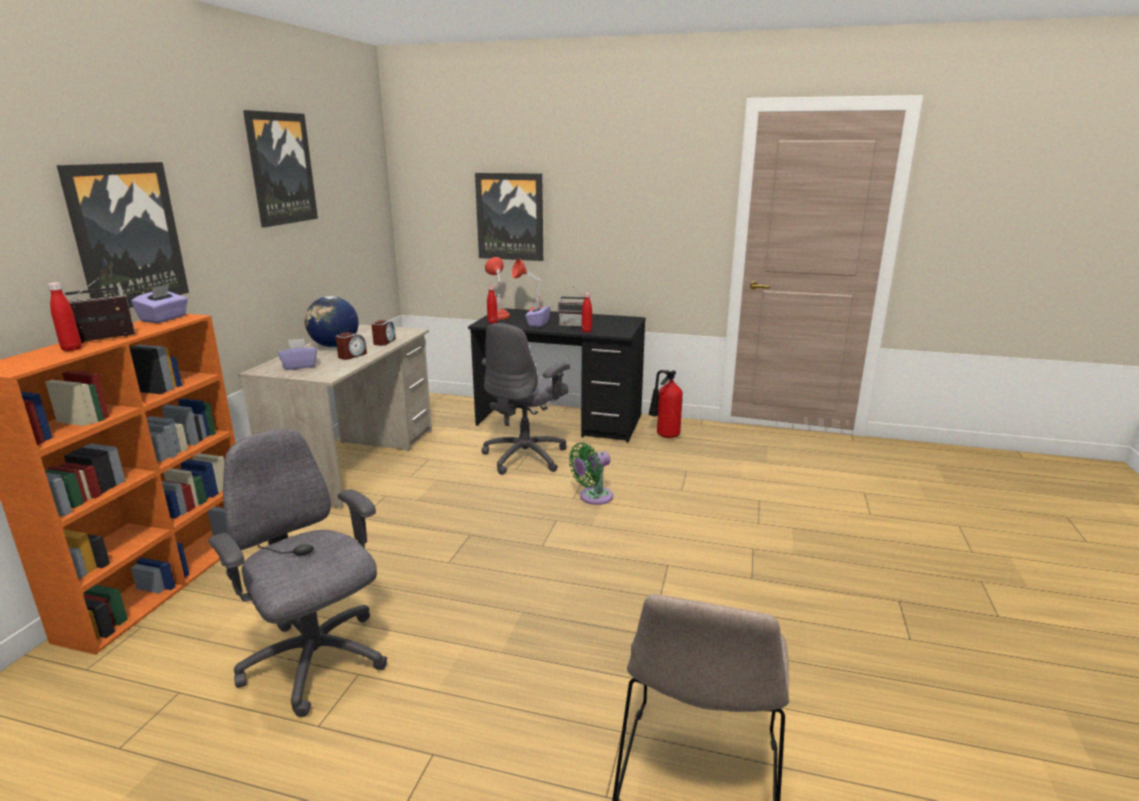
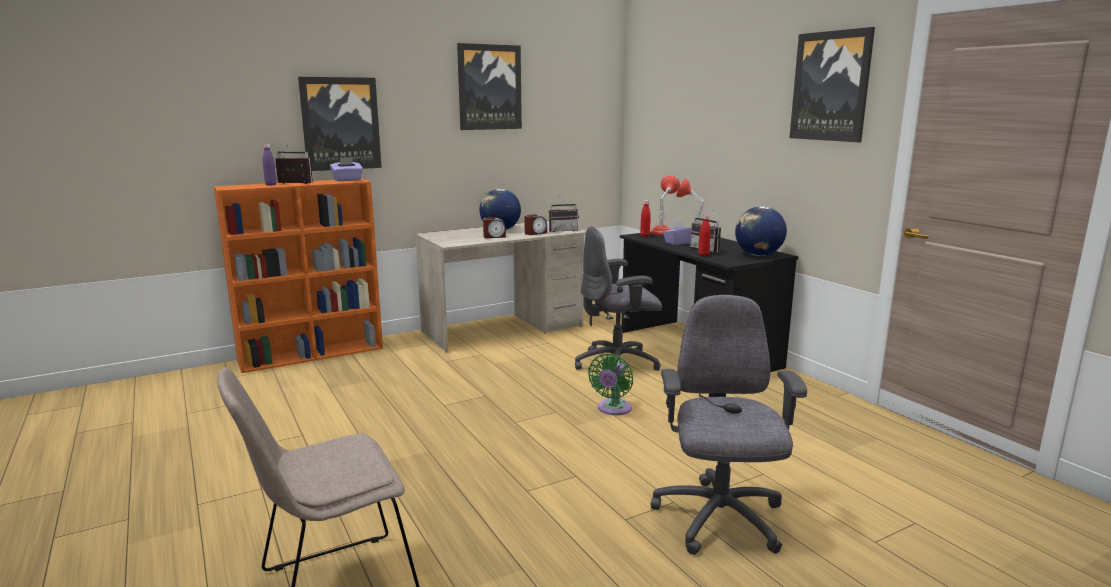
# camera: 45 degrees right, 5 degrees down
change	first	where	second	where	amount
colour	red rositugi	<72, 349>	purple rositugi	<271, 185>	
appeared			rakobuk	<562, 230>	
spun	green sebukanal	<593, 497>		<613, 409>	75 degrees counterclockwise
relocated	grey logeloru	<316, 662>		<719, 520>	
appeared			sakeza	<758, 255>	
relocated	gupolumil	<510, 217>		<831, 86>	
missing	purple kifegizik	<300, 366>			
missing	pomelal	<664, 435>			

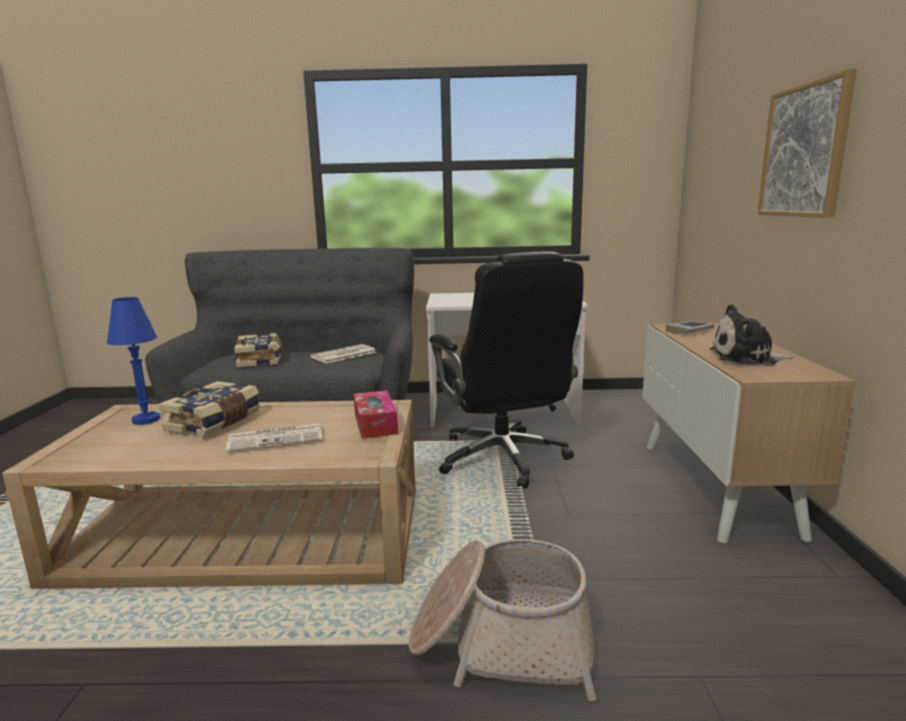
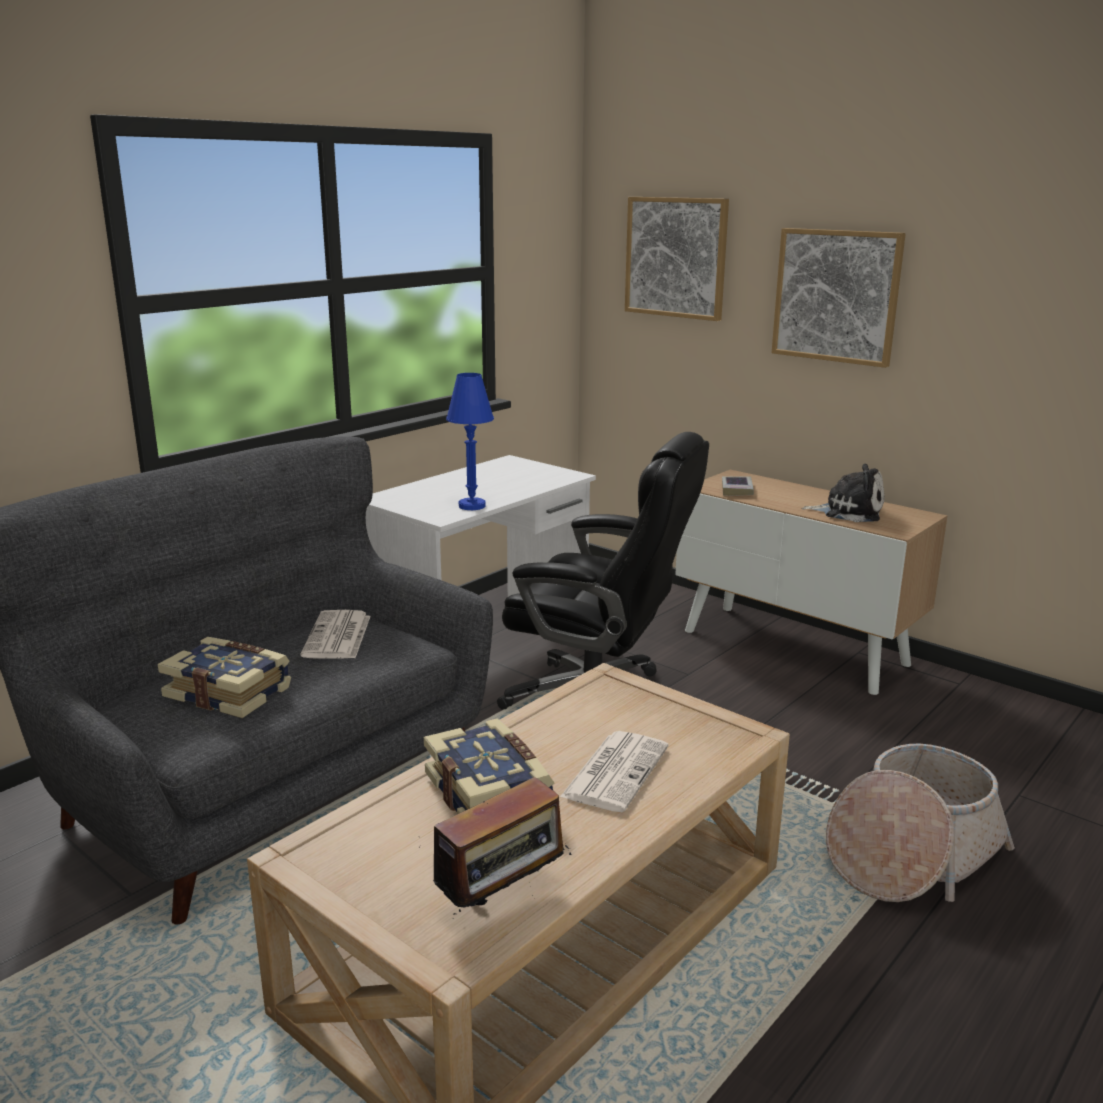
# camera: 50 degrees left, 5 degrees up
change	first	where	second	where	amount
appeared			rakobuk	<503, 900>	
relocated	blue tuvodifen	<146, 420>		<472, 506>	
appeared			gupolumil	<676, 257>	
spun	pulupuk	<746, 358>		<849, 512>	120 degrees counterclockwise
missing	kifegizik	<375, 423>			

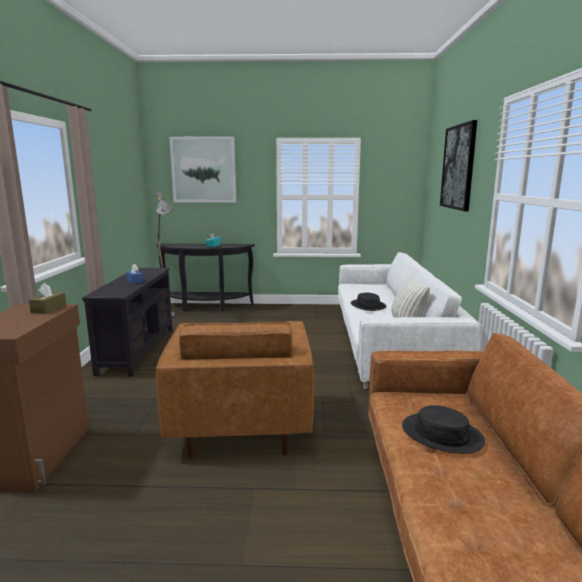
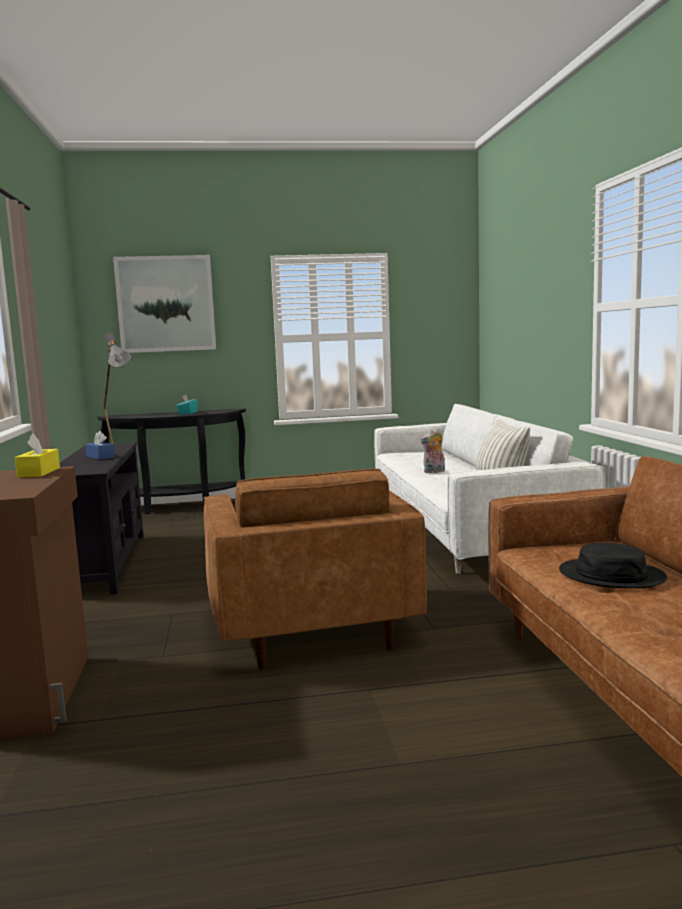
# camera: 10 degrees left, 5 degrees down
change	first	where	second	where	amount
colour	brown kifegizik	<49, 309>	yellow kifegizik	<39, 472>	
exchanged	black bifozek	<368, 305>	pulupuk	<434, 472>	
missing	gupolumil	<458, 167>			

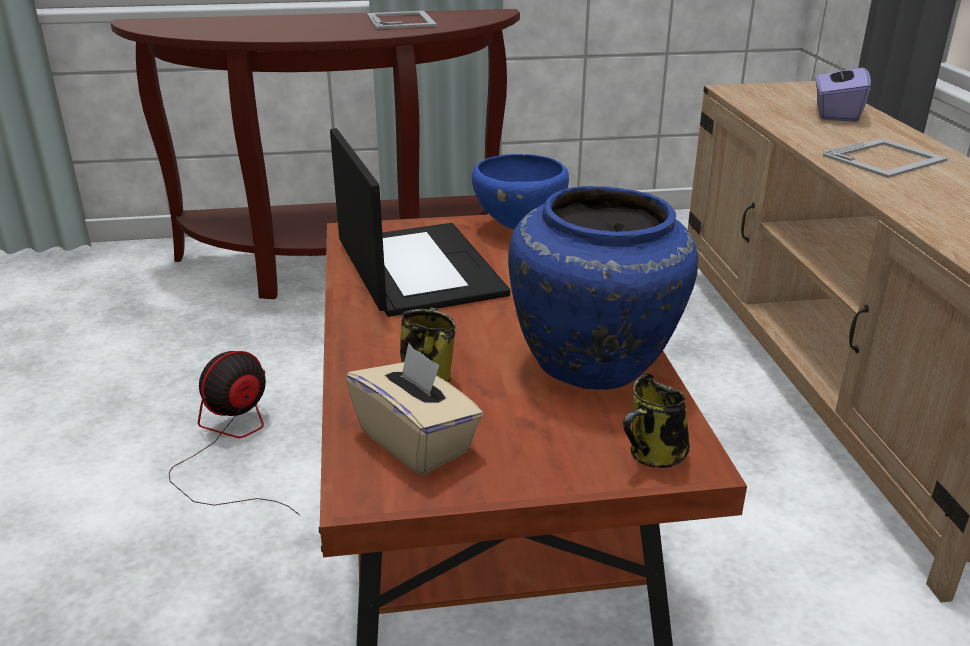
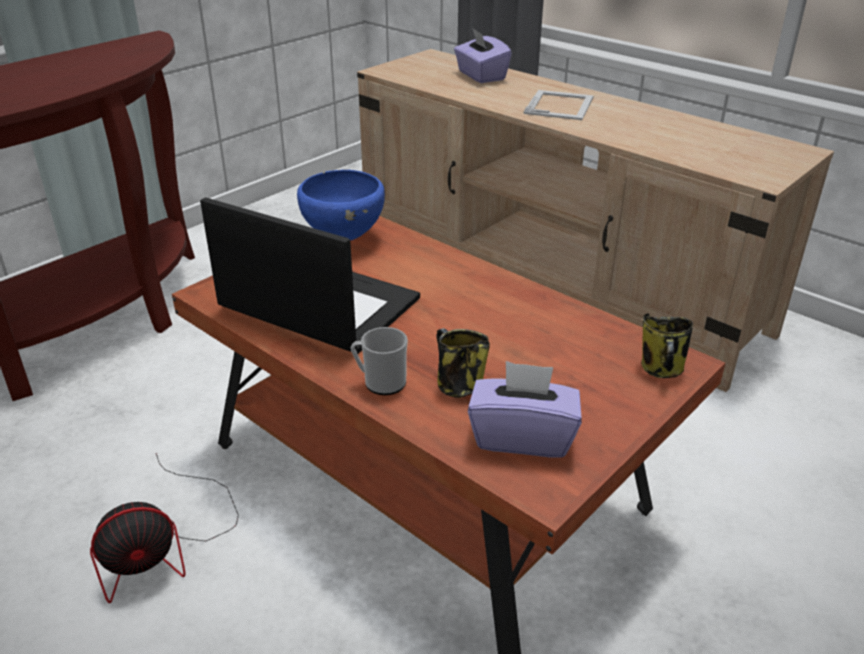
# camera: 40 degrees left, 5 degrees up
change	first	where	second	where	amount
spun	sebukanal	<232, 445>		<165, 545>	120 degrees counterclockwise
appeared			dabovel	<380, 382>	
colour	beige kifegizik	<416, 441>	purple kifegizik	<522, 436>	
missing	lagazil	<401, 20>			
missing	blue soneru	<595, 366>			

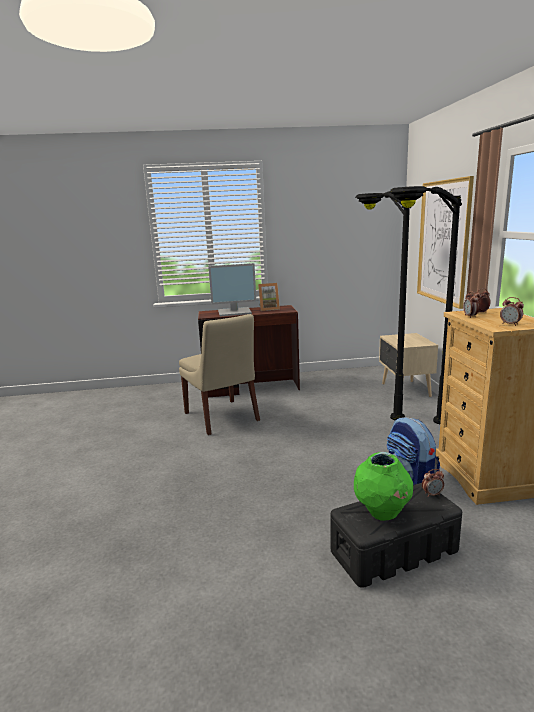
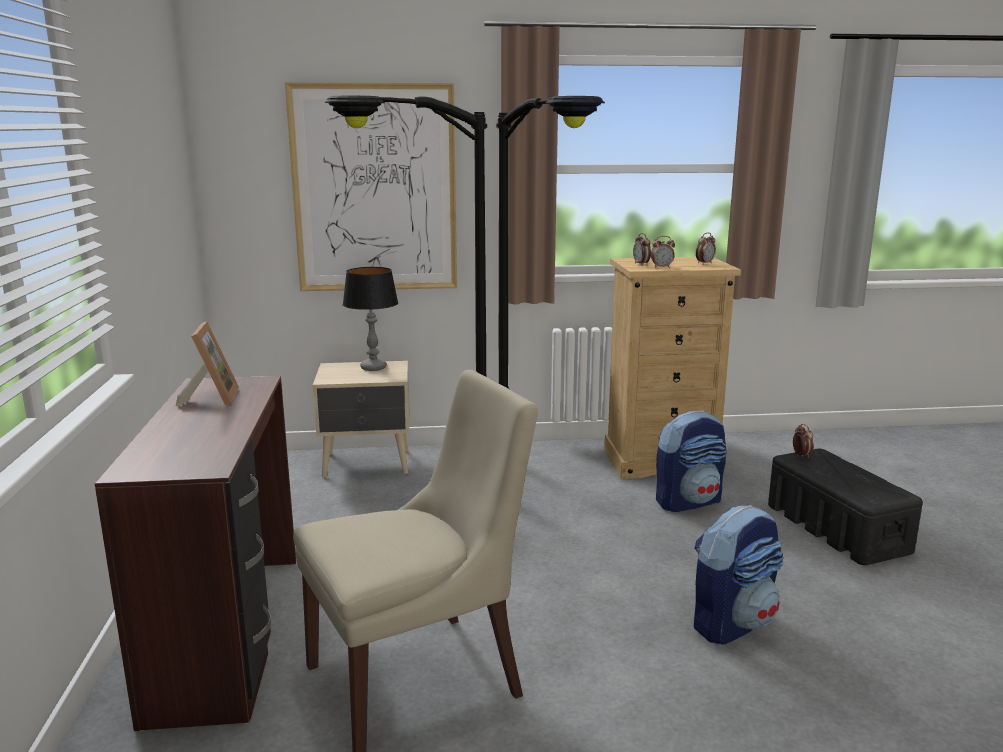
# camera: 90 degrees left, 0 degrees up
change	first	where	second	where	amount
appeared			tuvodifen	<373, 368>	
appeared			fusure	<732, 623>	
missing	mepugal	<235, 312>			
missing	green soneru	<382, 513>			

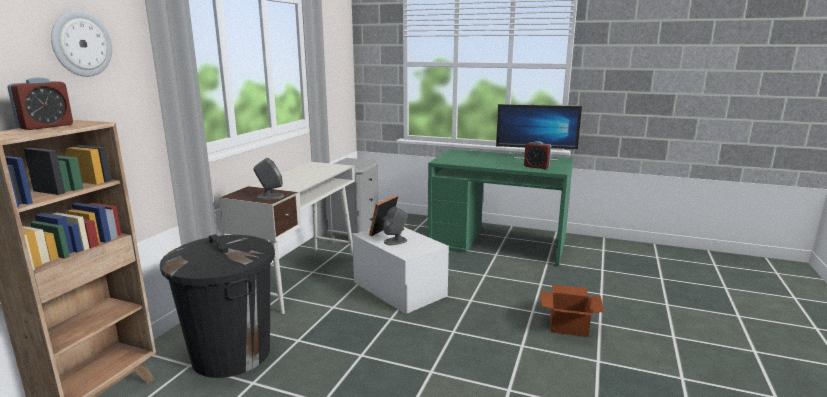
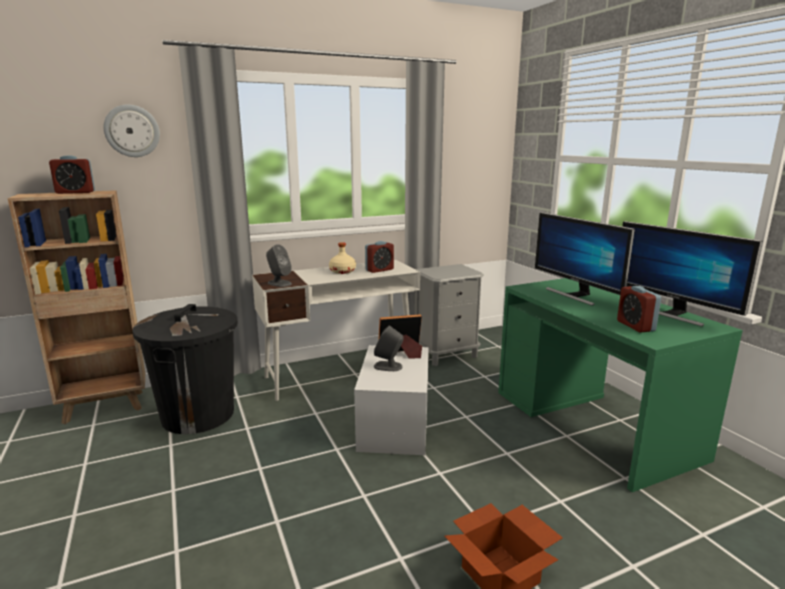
# camera: 45 degrees right, 0 degrees up
change	first	where	second	where	amount
appeared			beige rositugi	<343, 271>	
appeared			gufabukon	<379, 270>	
appeared			mepugal	<575, 295>	

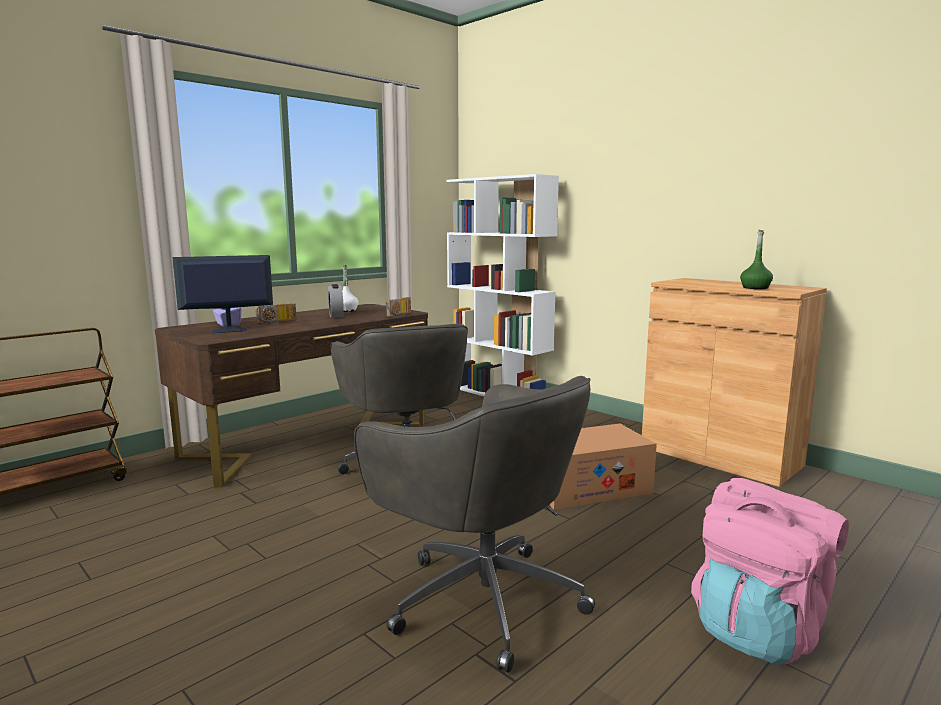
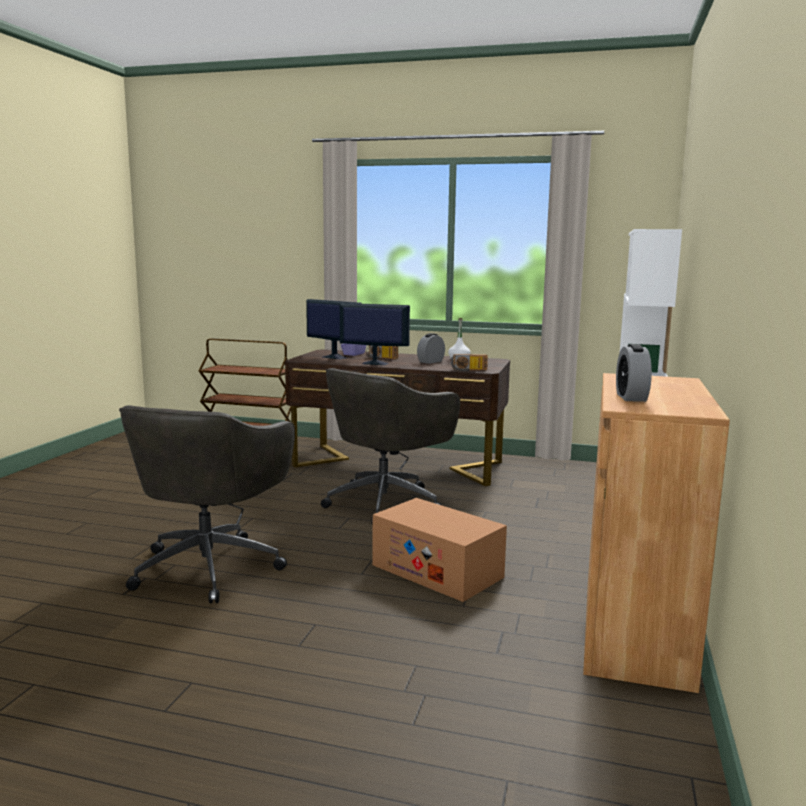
# camera: 60 degrees right, 0 degrees up
change	first	where	second	where	amount
appeared			mepugal	<374, 363>	
exchanged	green rositugi	<755, 288>	gufabukon	<631, 397>	
missing	pink fusure	<759, 629>			

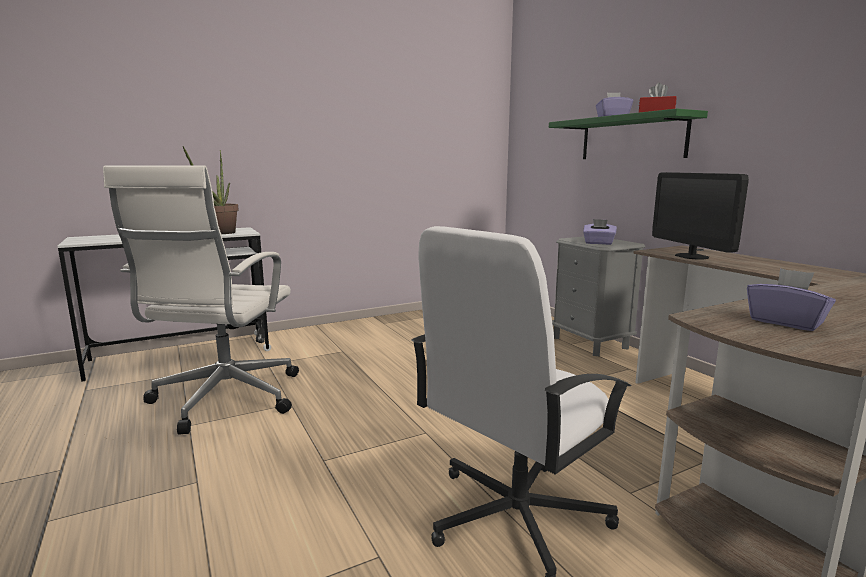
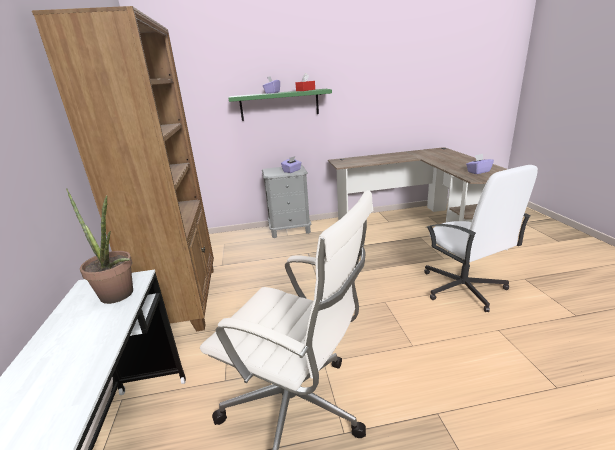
# camera: 70 degrees left, 10 degrees up
change	first	where	second	where	amount
appeared			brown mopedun	<184, 299>	
missing	mepugal	<691, 256>			

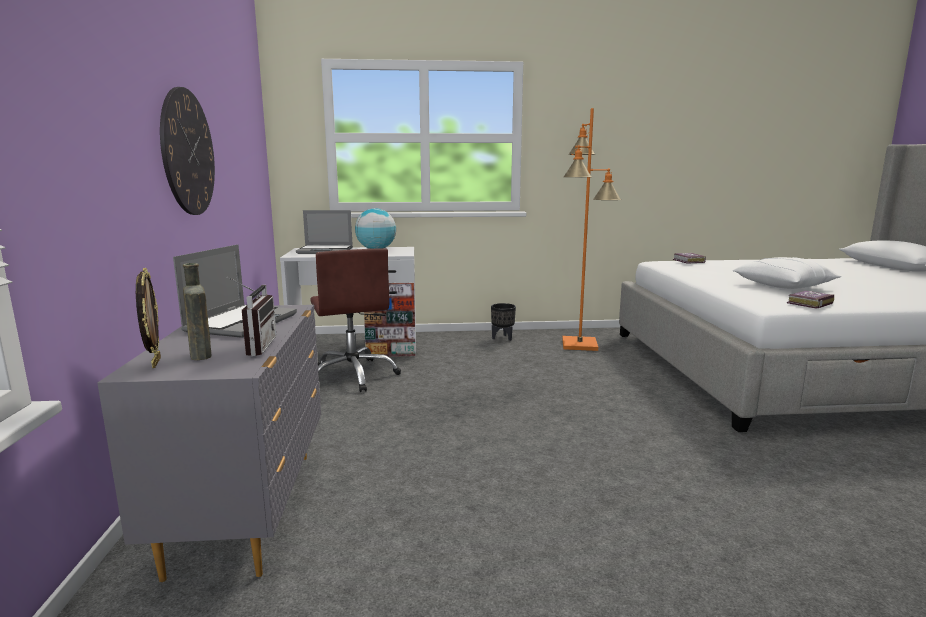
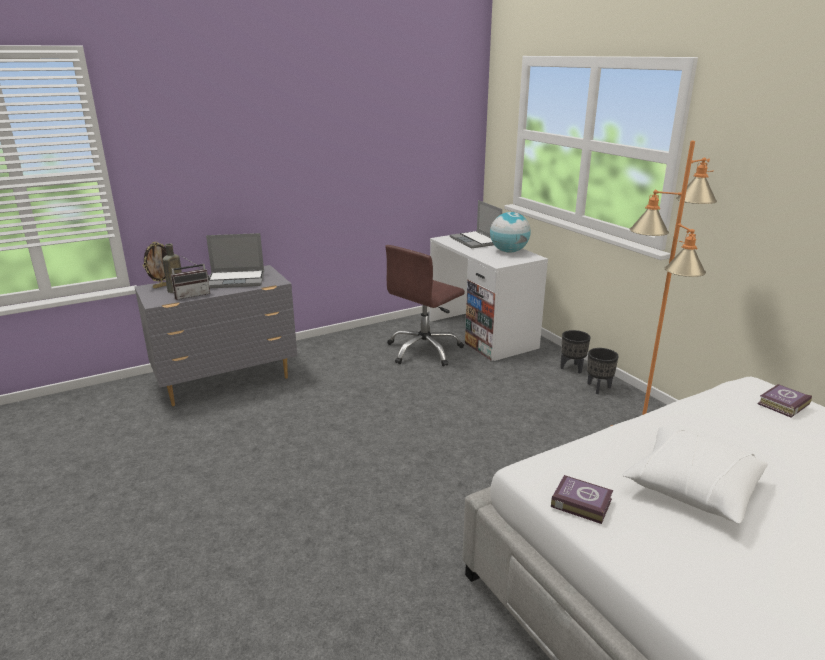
# camera: 65 degrees right, 10 degrees up
change	first	where	second	where	amount
appeared			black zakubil	<572, 368>	
missing	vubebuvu	<188, 152>			

